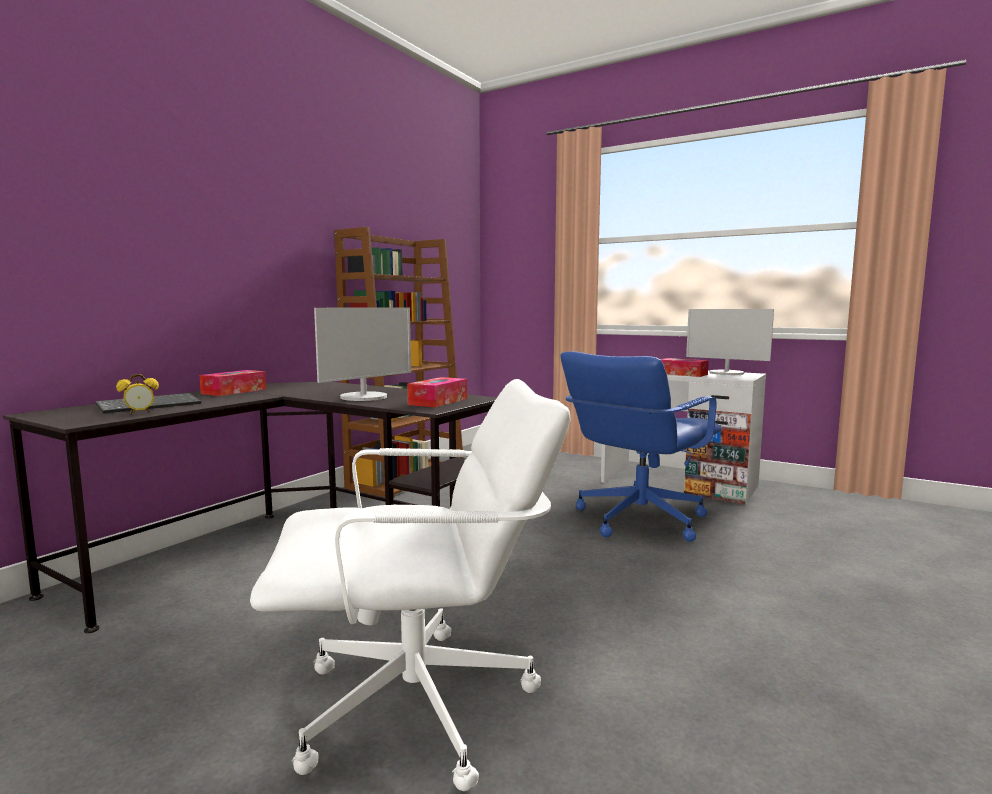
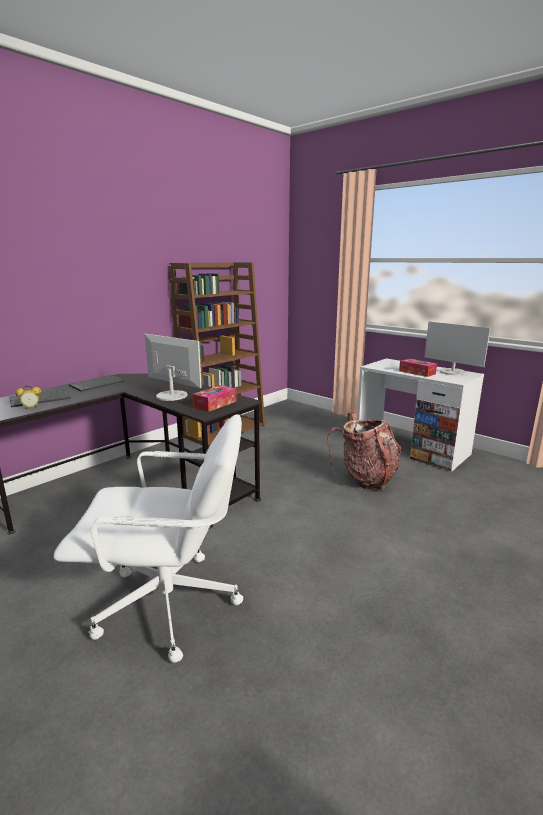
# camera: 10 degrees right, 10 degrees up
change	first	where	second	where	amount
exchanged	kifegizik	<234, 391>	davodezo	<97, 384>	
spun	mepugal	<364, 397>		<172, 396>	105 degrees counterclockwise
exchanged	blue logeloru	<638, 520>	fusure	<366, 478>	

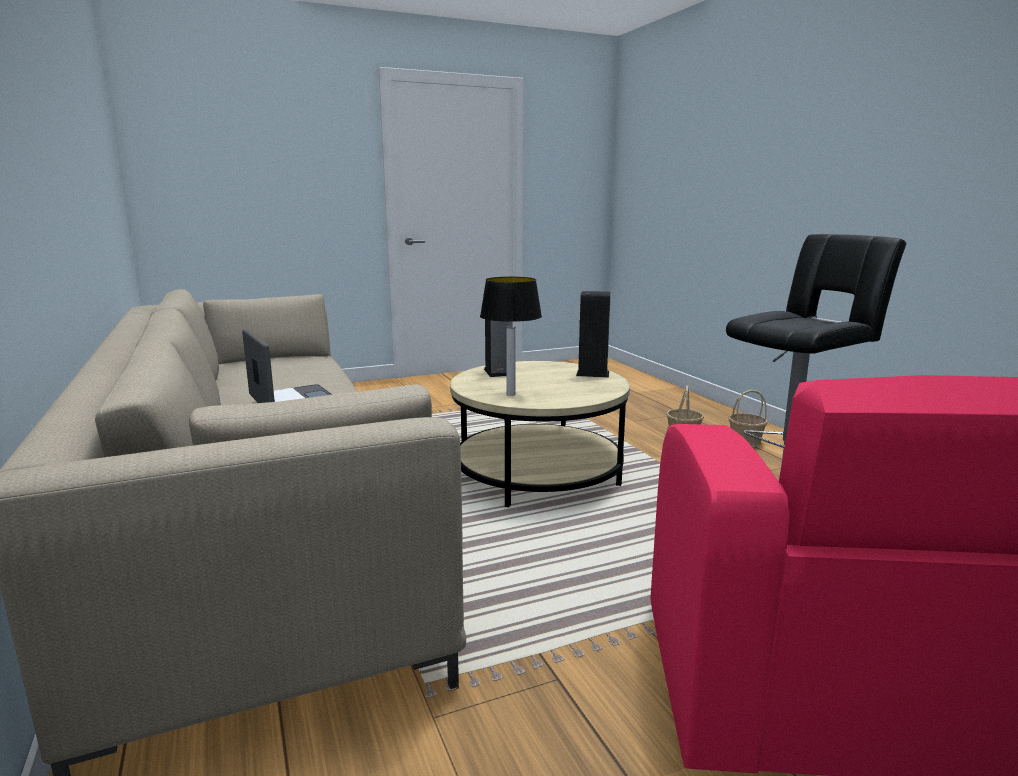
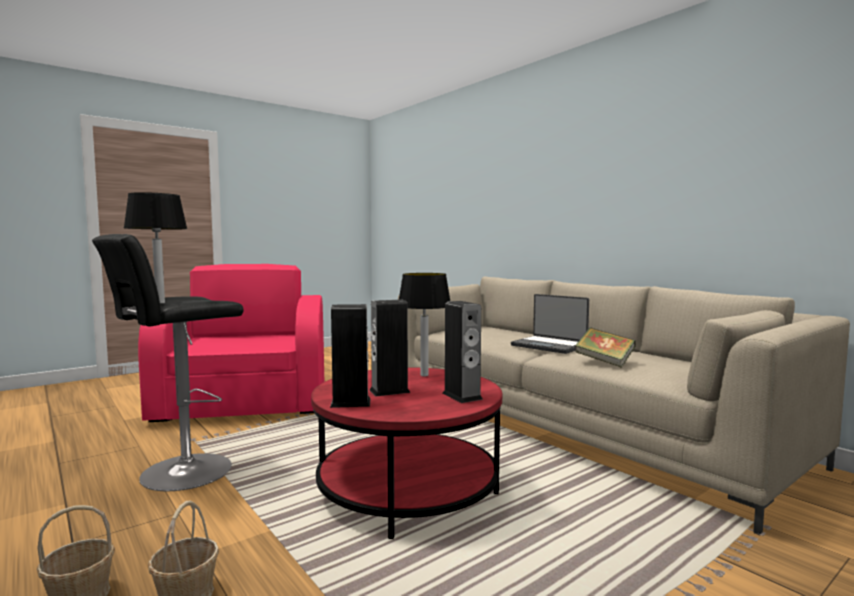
# camera: 165 degrees right, 10 degrees down
change	first	where	second	where	amount
appeared			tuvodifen	<160, 303>	
colour	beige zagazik	<538, 472>	red zagazik	<408, 489>	
appeared			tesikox	<389, 391>	
appeared			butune	<604, 362>	

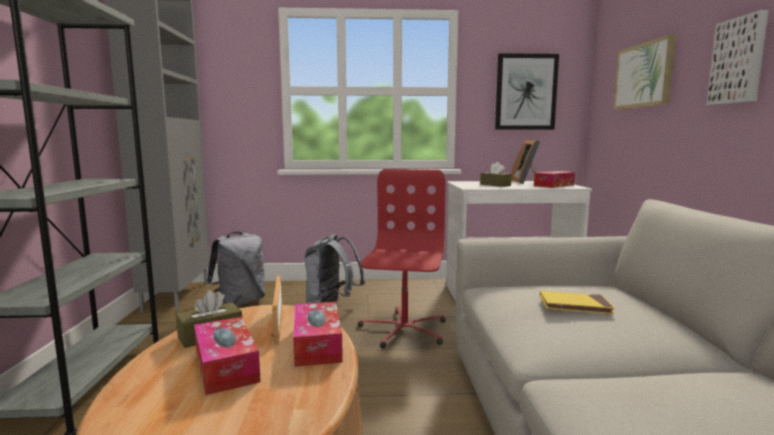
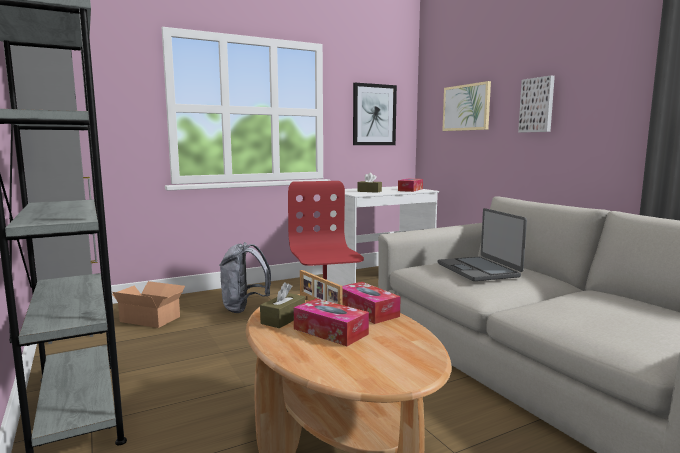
# camera: 25 degrees left, 0 degrees up
change	first	where	second	where	amount
exchanged	grey fusure	<240, 302>	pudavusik	<150, 318>	
exchanged	yellow butune	<574, 306>	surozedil	<478, 270>	
missing	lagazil	<526, 182>			

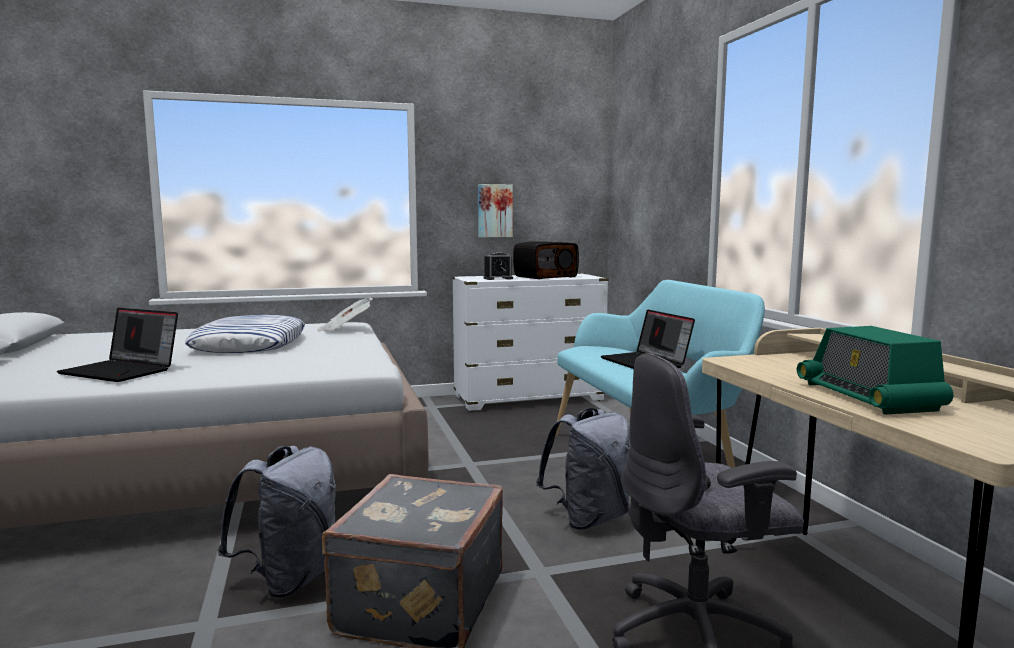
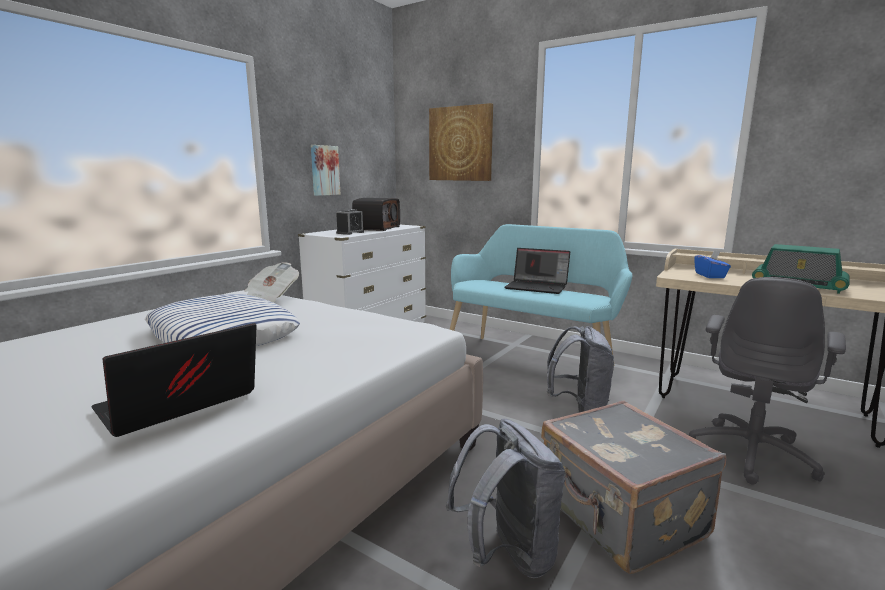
# camera: 40 degrees left, 5 degrees up
change	first	where	second	where	amount
spun	surozedil	<123, 371>		<178, 406>	150 degrees clockwise
appeared			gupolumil	<460, 144>	
appeared			blue kifegizik	<710, 275>	

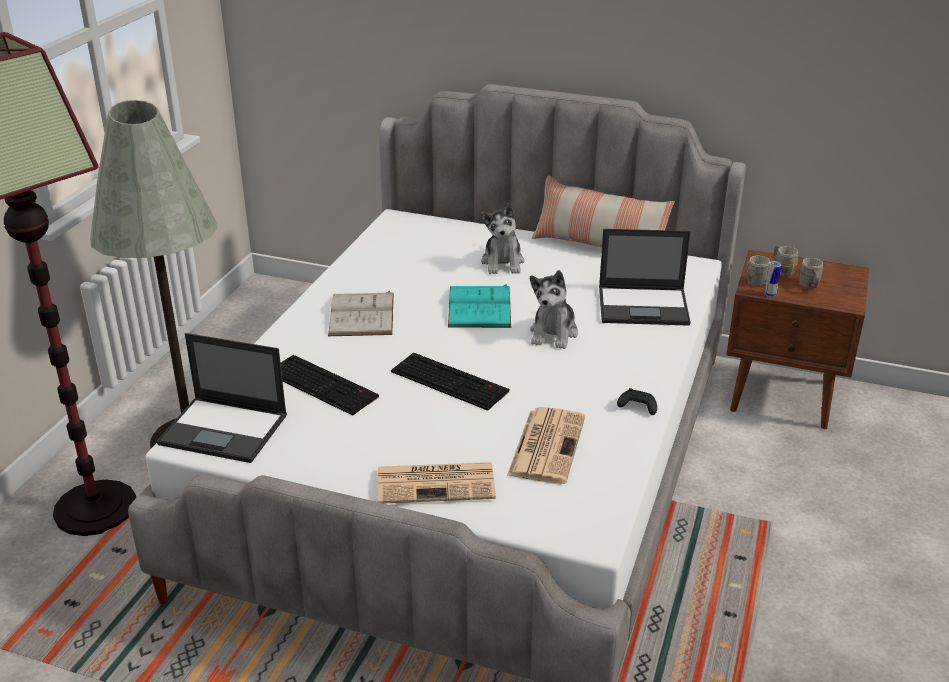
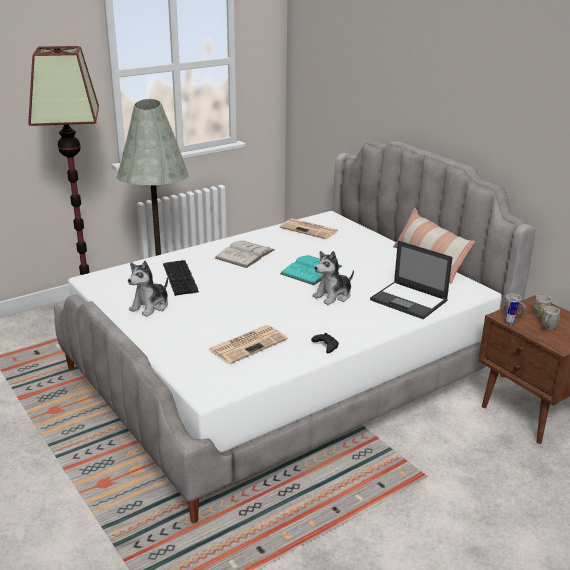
# camera: 35 degrees right, 5 degrees down
change	first	where	second	where	amount
relocated	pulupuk	<503, 263>		<150, 306>	
relocated	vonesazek	<437, 483>		<310, 229>	
missing	surozedil	<225, 430>			
missing	davodezo	<451, 381>			

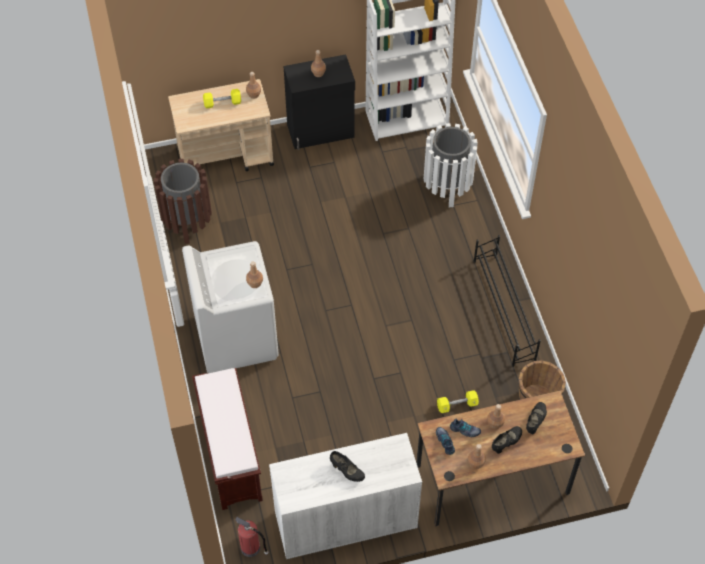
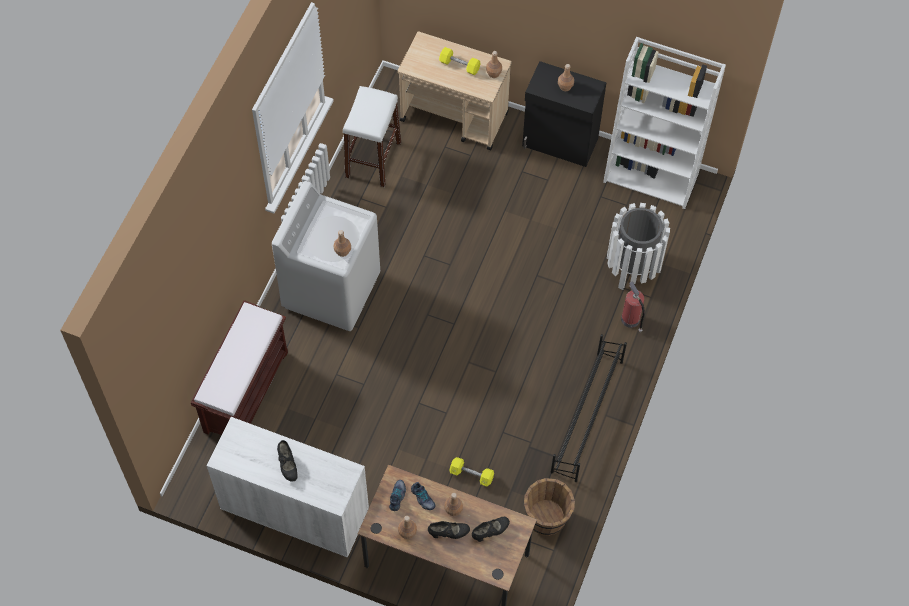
# camera: 35 degrees right, 5 degrees up
change	first	where	second	where	amount
exchanged	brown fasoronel	<187, 223>	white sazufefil	<373, 159>	
relocated	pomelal	<251, 548>		<631, 320>	

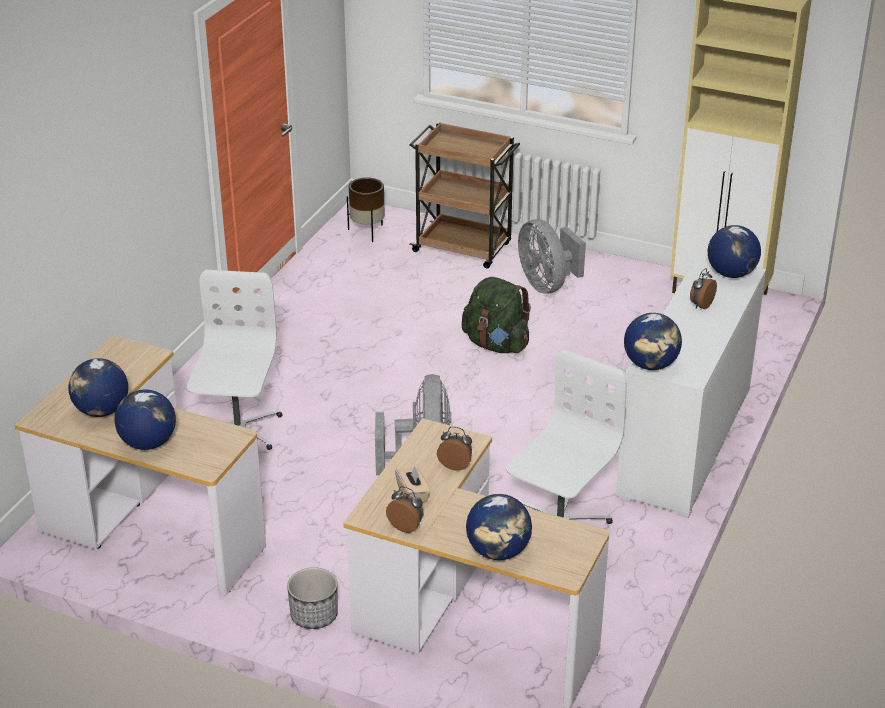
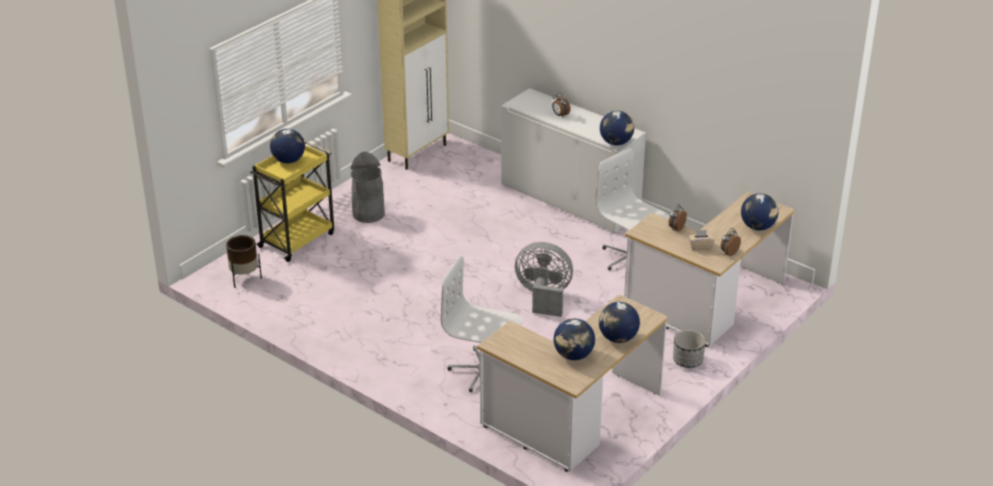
# camera: 75 degrees left, 0 degrees up
change	first	where	second	where	amount
colour	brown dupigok	<464, 248>	yellow dupigok	<297, 239>	
relocated	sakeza	<731, 273>		<288, 160>	
exchanged	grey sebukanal	<547, 284>	grey fasoronel	<368, 214>	
missing	green fusure	<496, 344>			

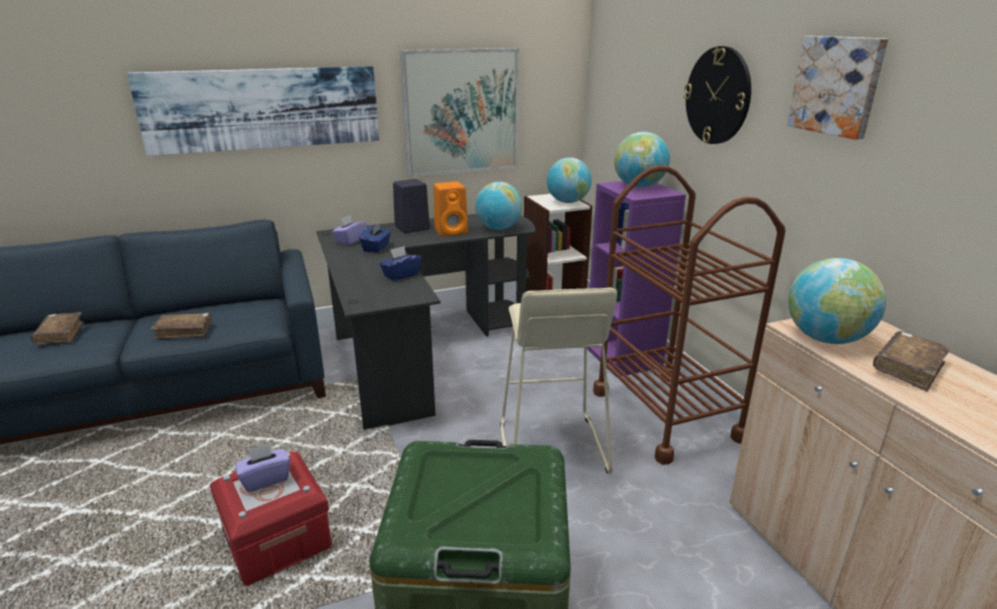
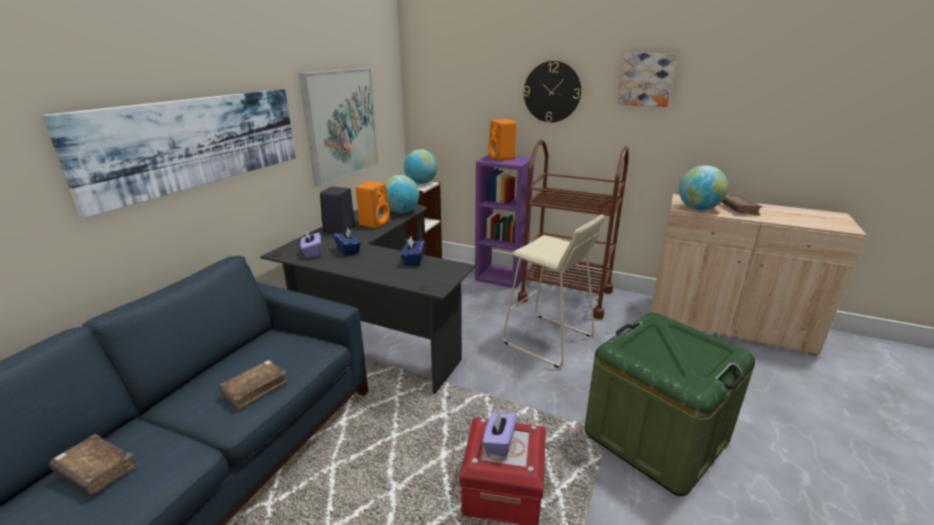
# camera: 45 degrees left, 0 degrees up
change	first	where	second	where	amount
exchanged	sakeza	<639, 186>	orange tesikox	<502, 158>	

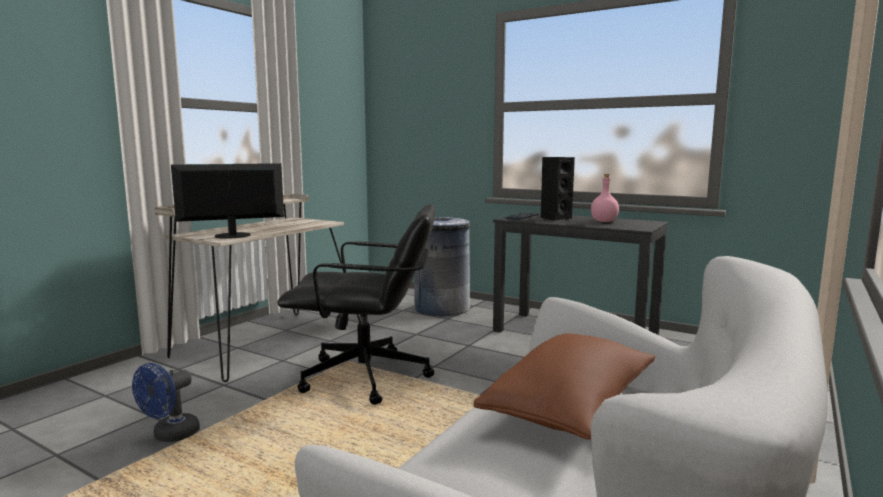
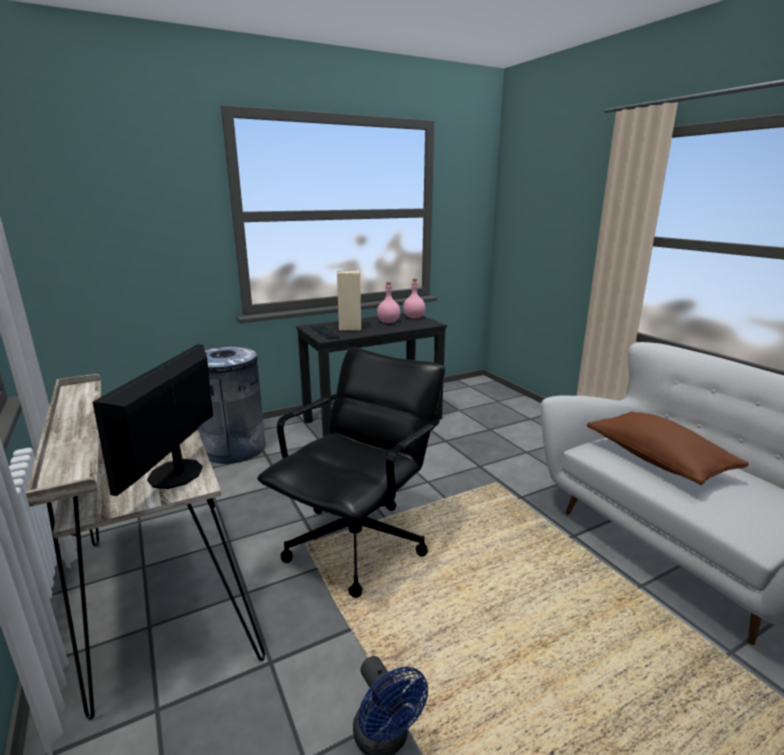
# camera: 60 degrees left, 10 degrees up
change	first	where	second	where	amount
colour	black tesikox	<555, 218>	beige tesikox	<350, 327>	
appeared			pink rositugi	<414, 317>	

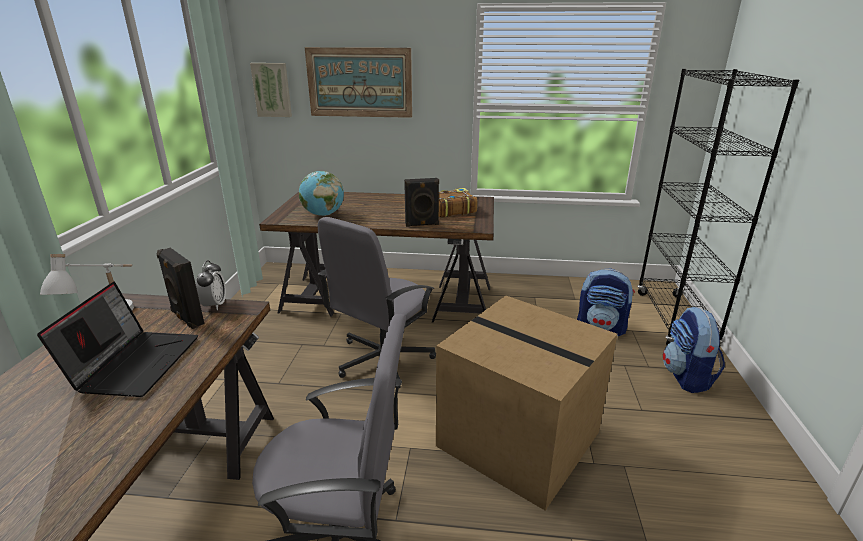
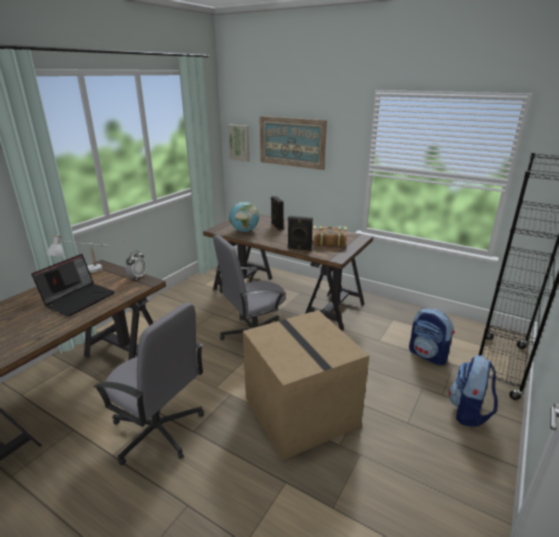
# camera: 25 degrees right, 0 degrees up
change	first	where	second	where	amount
relocated	black tesikox	<186, 318>		<276, 226>	

